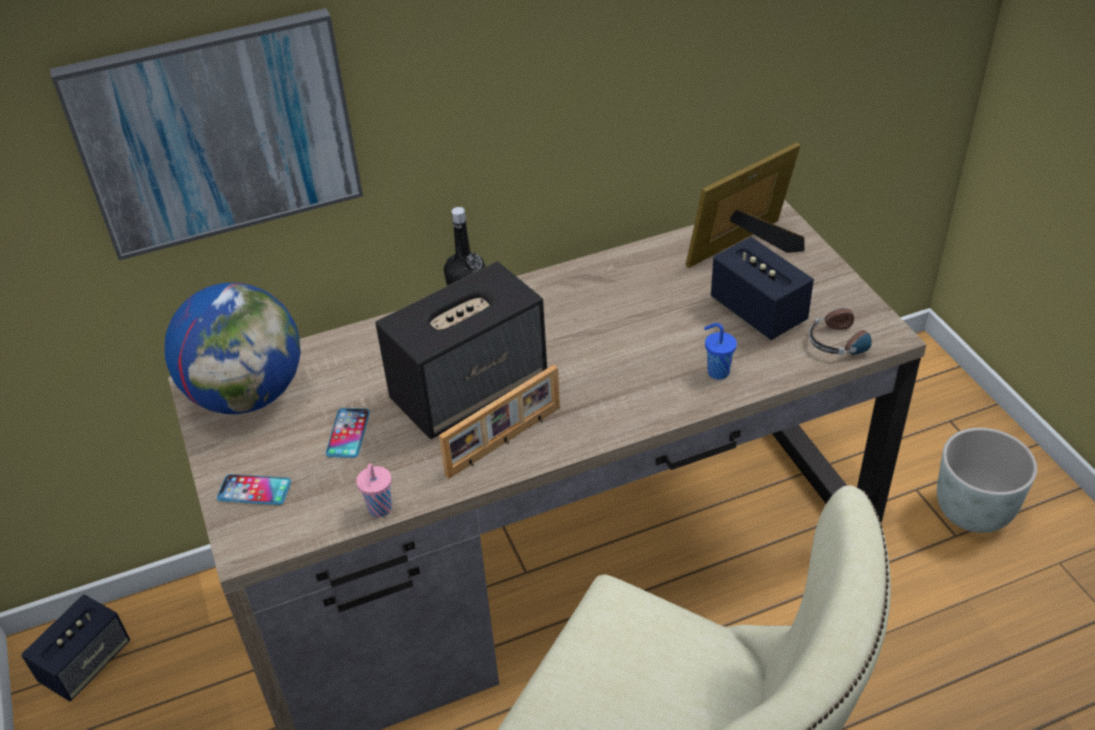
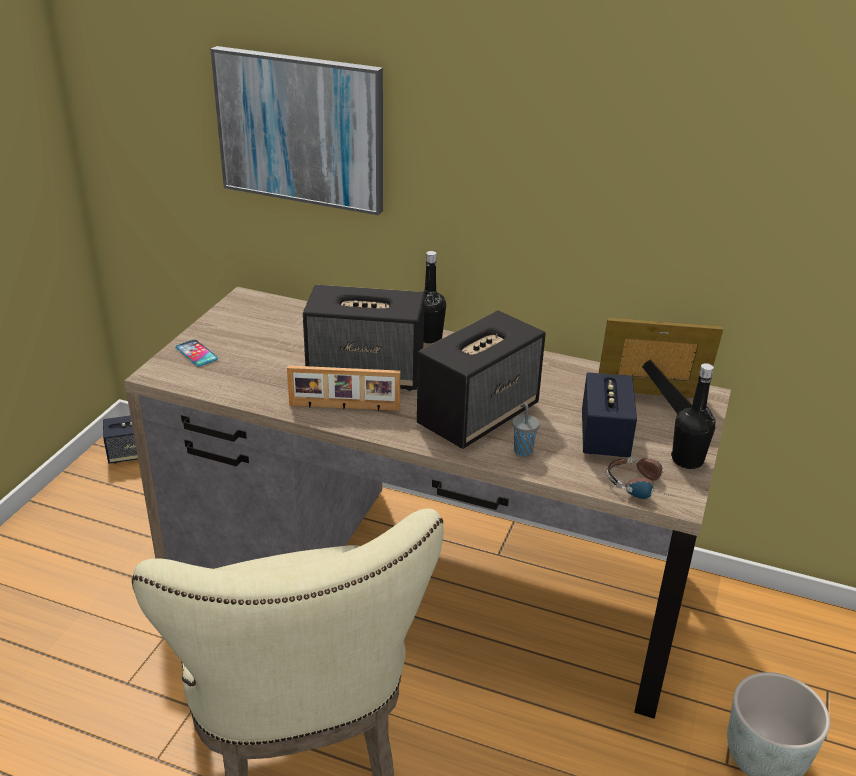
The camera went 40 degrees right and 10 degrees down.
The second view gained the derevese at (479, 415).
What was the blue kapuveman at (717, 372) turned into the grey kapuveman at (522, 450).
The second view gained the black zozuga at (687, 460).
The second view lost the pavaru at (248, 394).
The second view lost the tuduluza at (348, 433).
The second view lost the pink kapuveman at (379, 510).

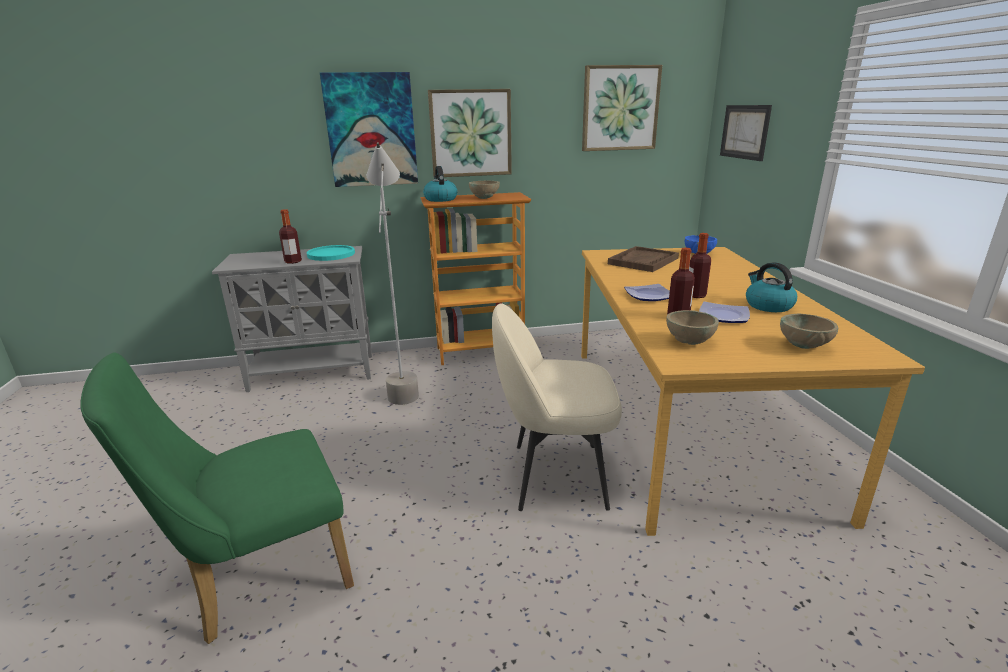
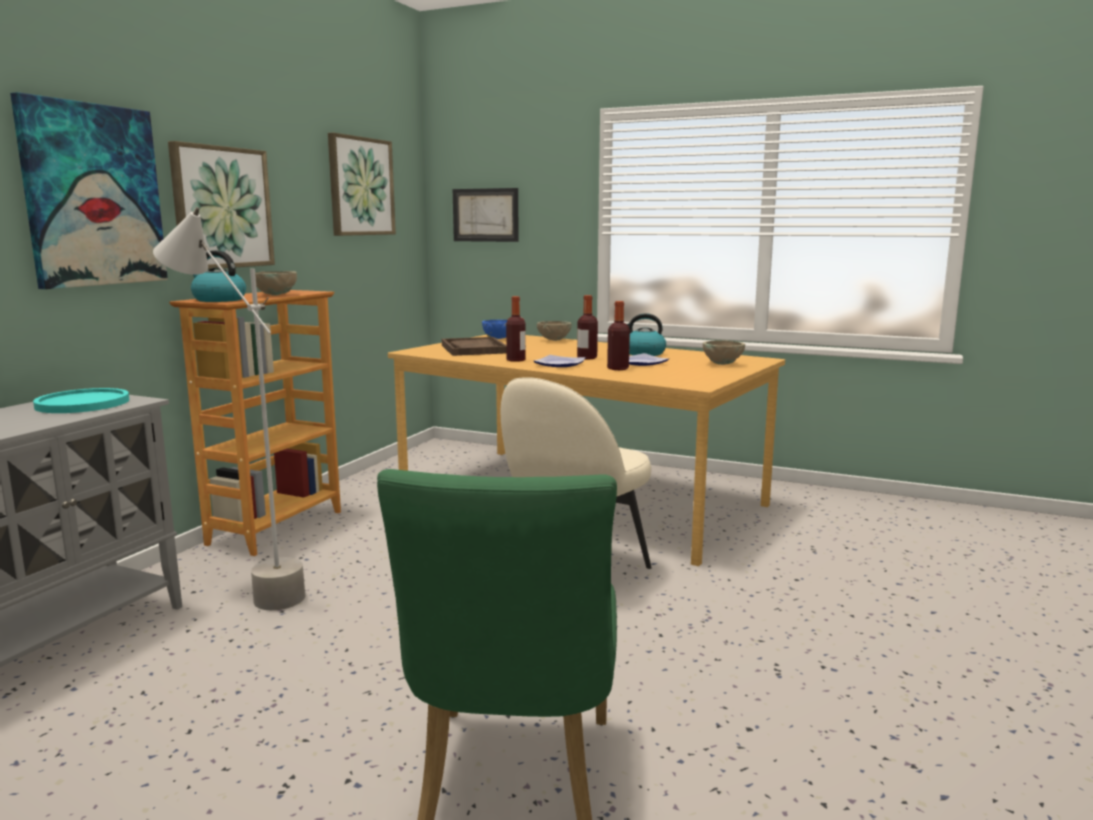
The camera went 55 degrees left and 10 degrees down.
The zozuga ended up elsewhere, having gone from (293, 261) to (516, 360).
The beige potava ended up elsewhere, having gone from (689, 342) to (554, 340).

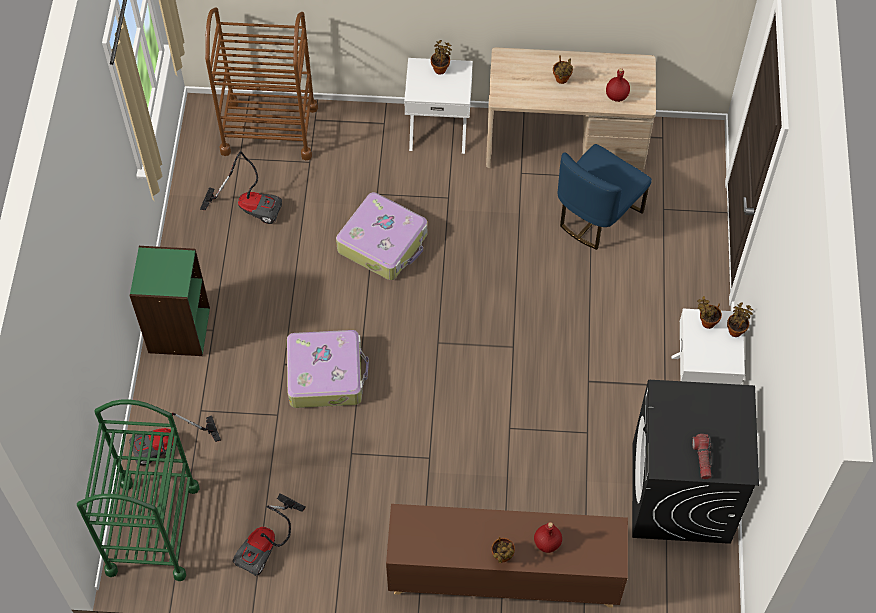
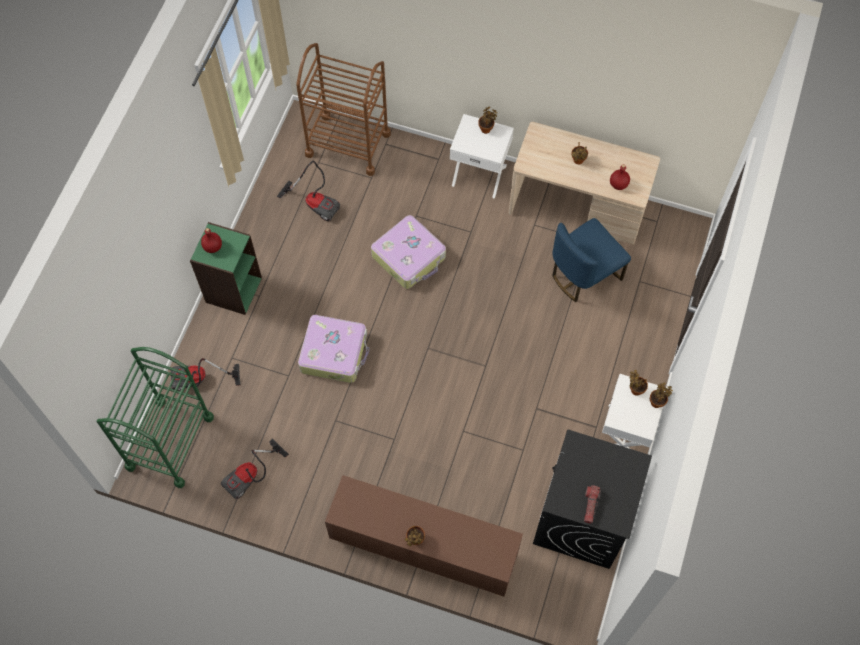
The camera went 15 degrees right and 5 degrees up.
The red zozuga ended up elsewhere, having gone from (547, 543) to (213, 247).

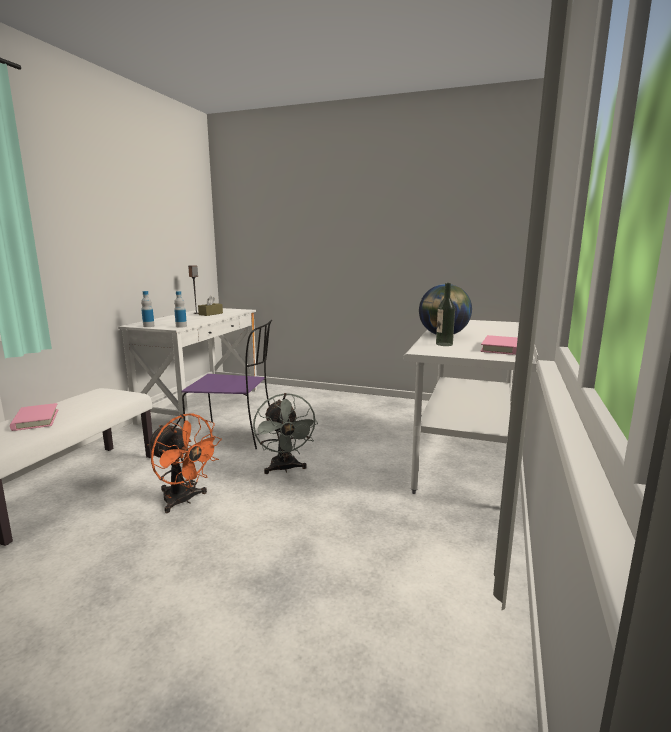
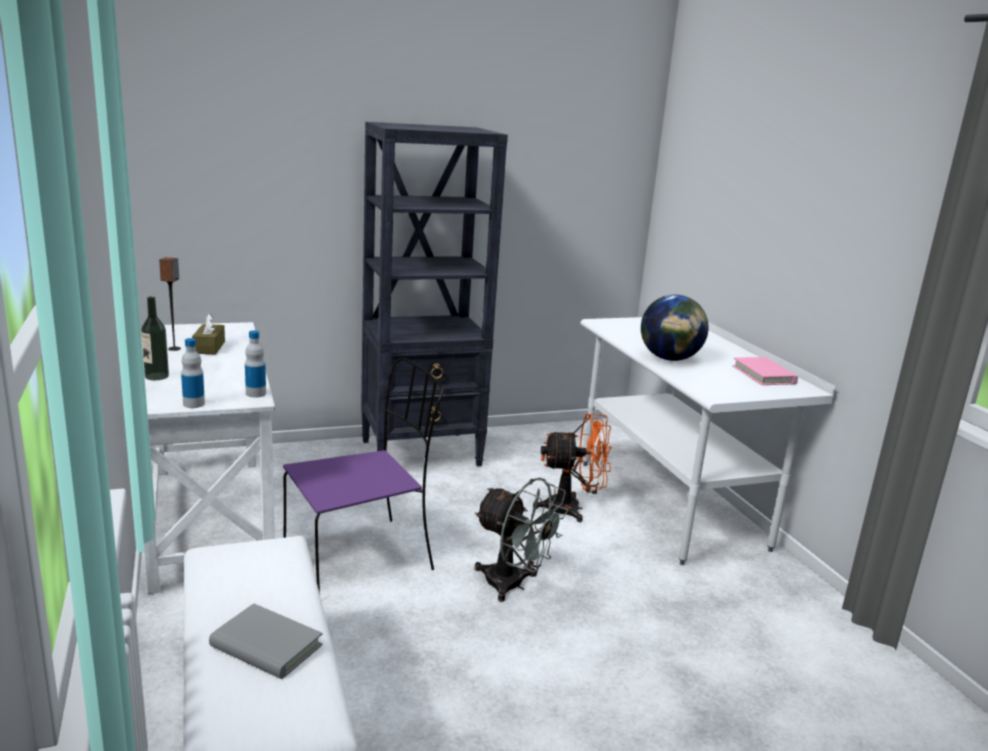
The camera went 40 degrees left and 5 degrees up.
The zozuga ended up elsewhere, having gone from (444, 344) to (156, 376).
What was the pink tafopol at (35, 420) turned into the grey tafopol at (266, 646).
The second view gained the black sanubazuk at (422, 453).
The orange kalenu ended up elsewhere, having gone from (184, 500) to (572, 508).

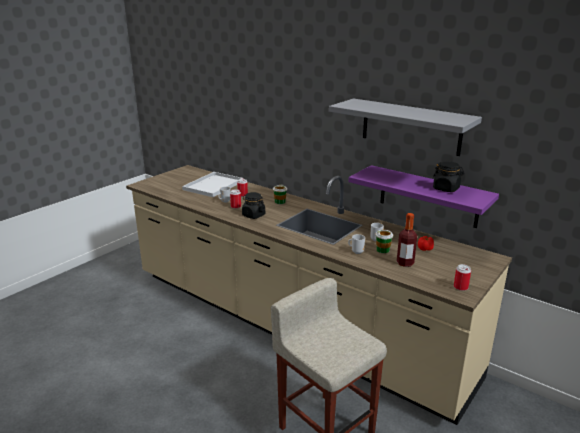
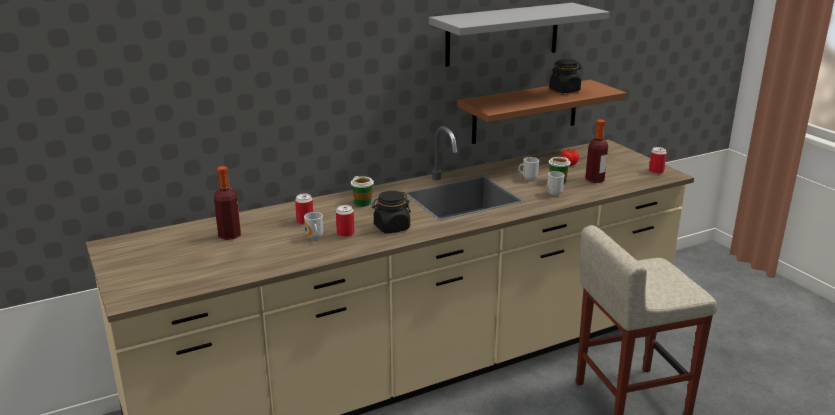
The camera went 65 degrees left and 0 degrees up.
Where the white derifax stood at (213, 185), the zozuga came to stand at (229, 235).
What was the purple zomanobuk at (428, 196) turned into the brown zomanobuk at (525, 111).

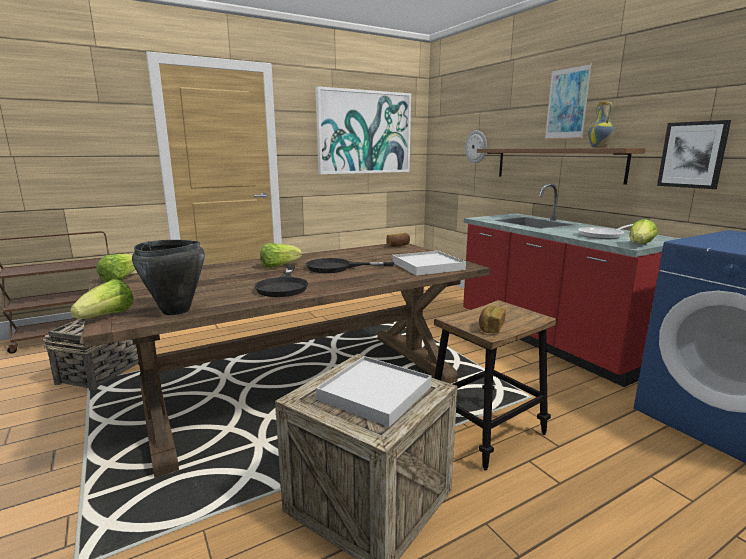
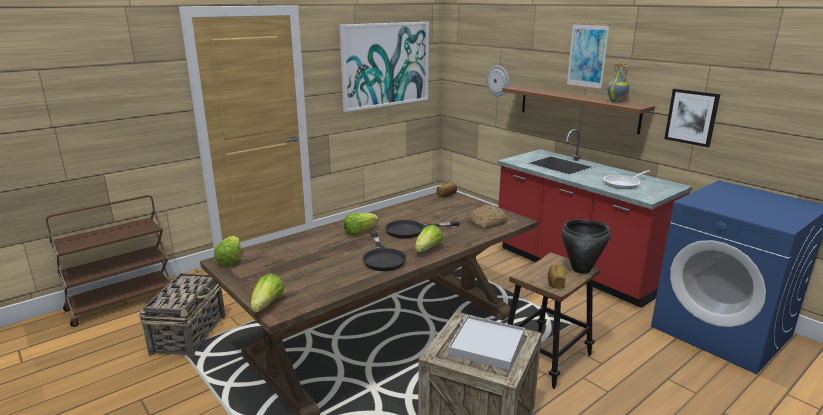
The camera went 10 degrees left and 5 degrees up.
The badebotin ended up elsewhere, having gone from (639, 245) to (428, 249).
Where the white derifax stood at (427, 266), the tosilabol came to stand at (487, 223).
The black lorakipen ended up elsewhere, having gone from (176, 311) to (581, 269).

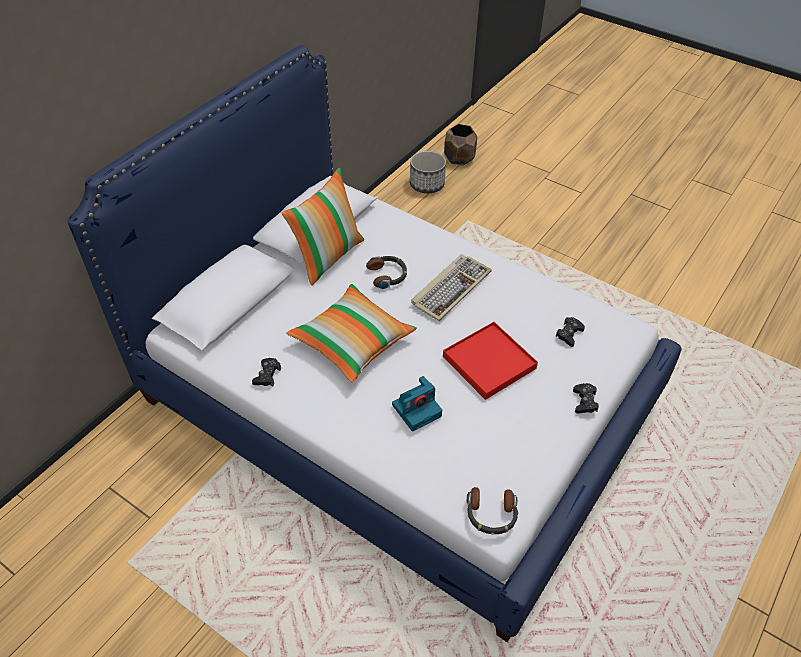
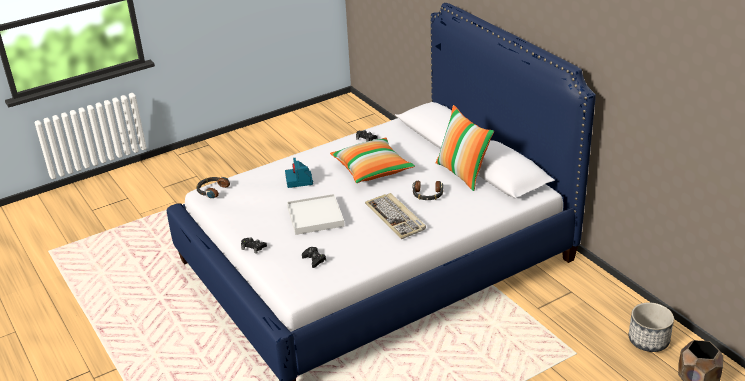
The camera went 115 degrees right and 15 degrees down.
What was the red derifax at (489, 362) turned into the white derifax at (315, 217).

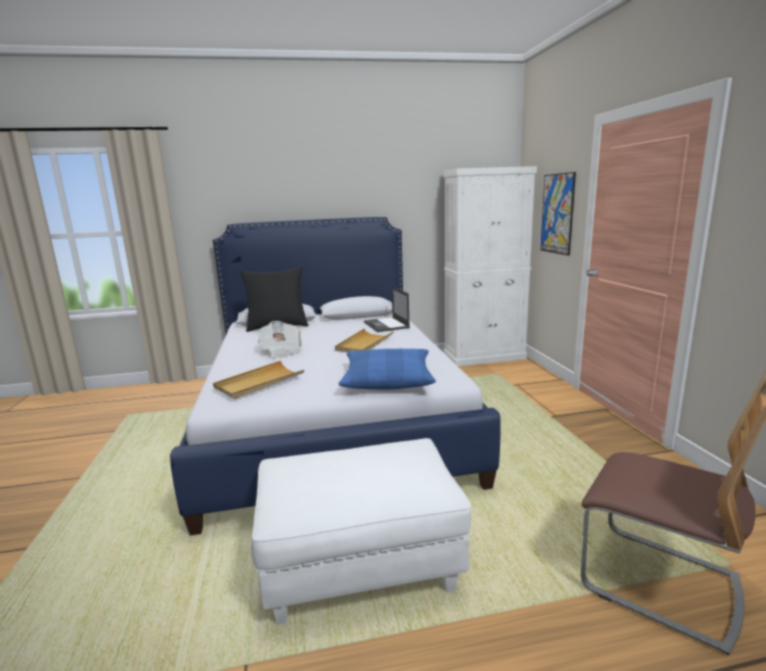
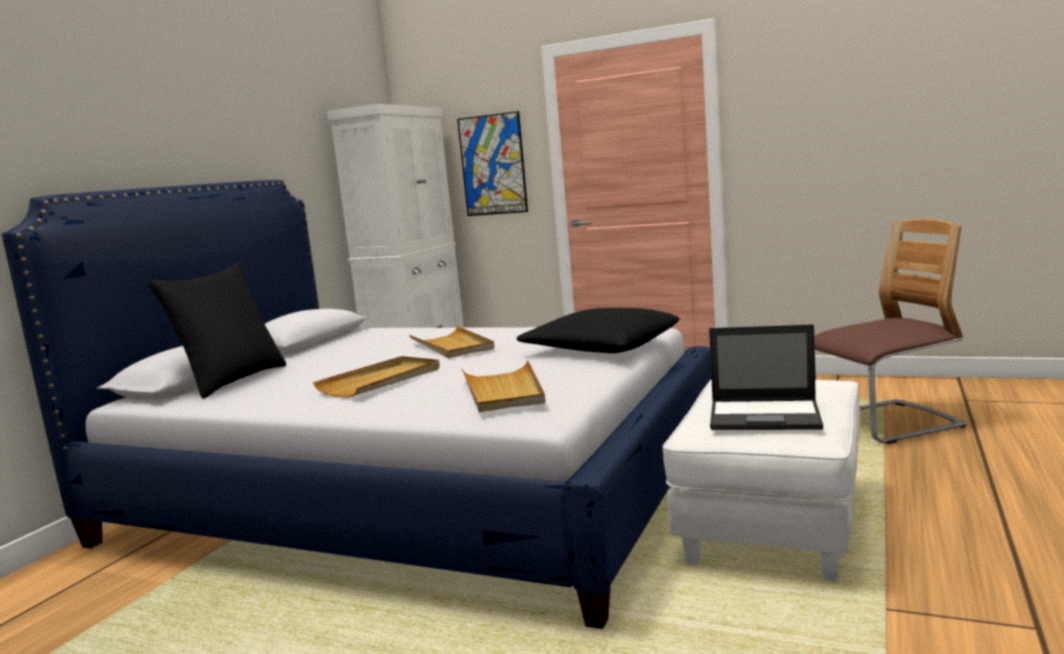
The camera went 55 degrees left and 5 degrees down.
Where the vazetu stood at (281, 351), the beige derifax came to stand at (381, 380).
What was the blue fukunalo at (387, 379) turned into the black fukunalo at (600, 347).
The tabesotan ended up elsewhere, having gone from (386, 325) to (766, 416).

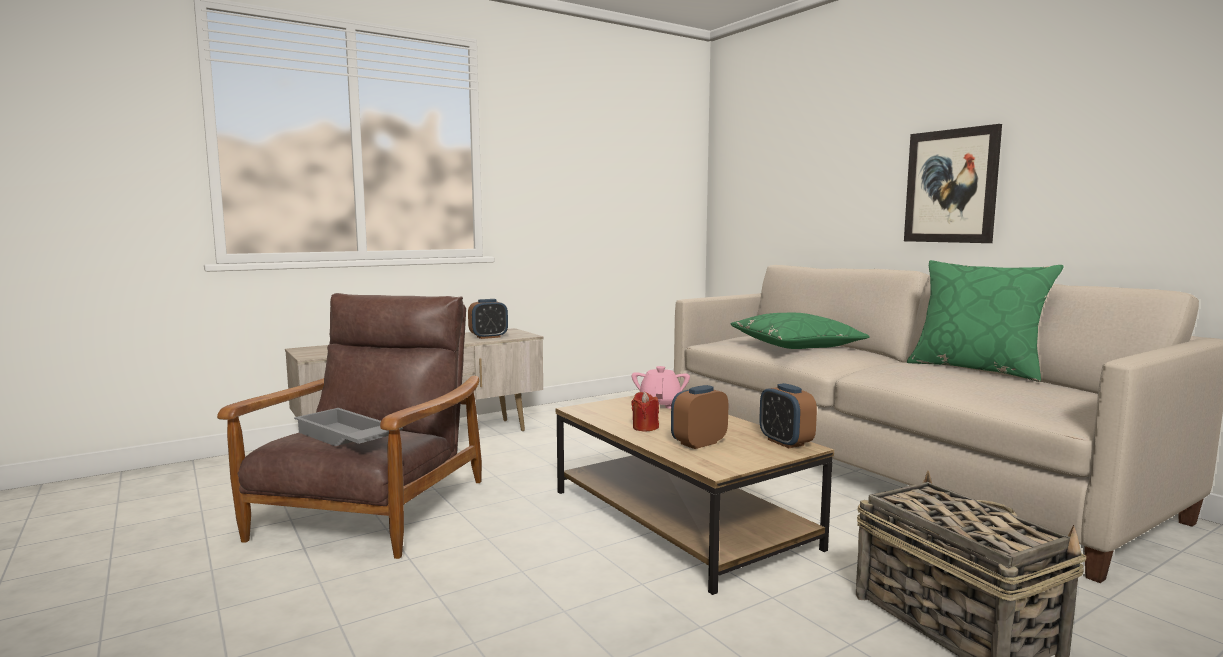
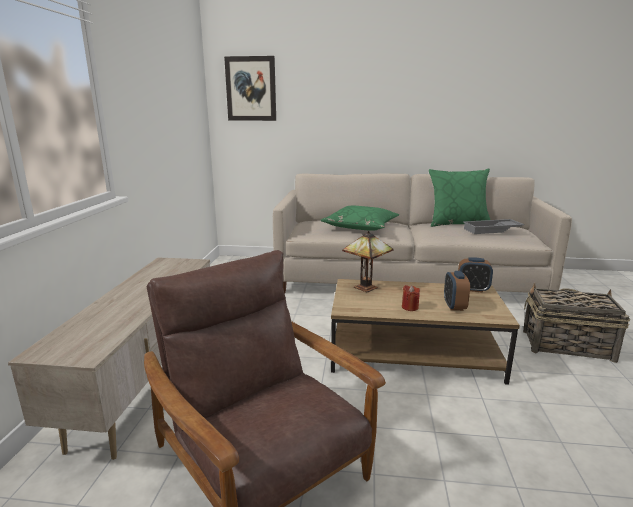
The camera went 50 degrees left and 10 degrees up.
The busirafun ended up elsewhere, having gone from (951, 186) to (251, 89).
Where the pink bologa stood at (660, 404), the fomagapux came to stand at (367, 288).
The grey derifax ended up elsewhere, having gone from (345, 438) to (492, 230).
The second view lost the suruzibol at (488, 337).

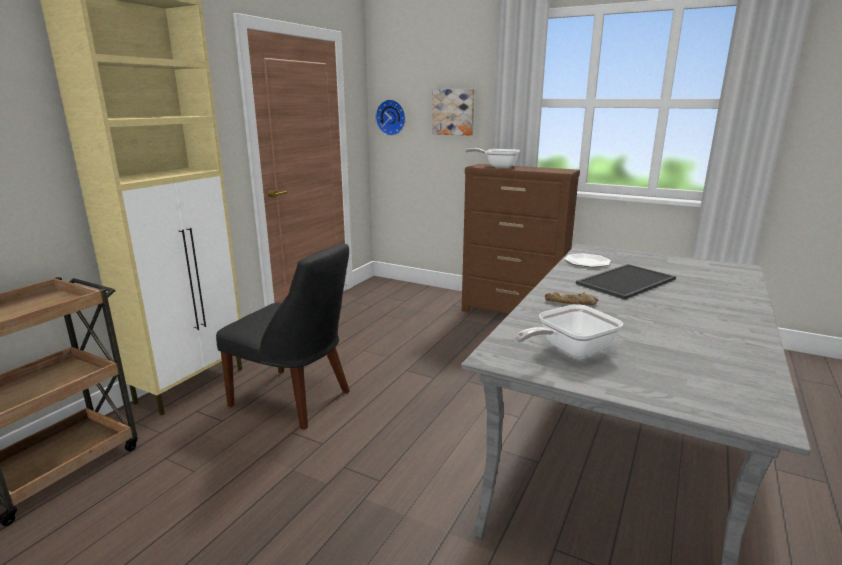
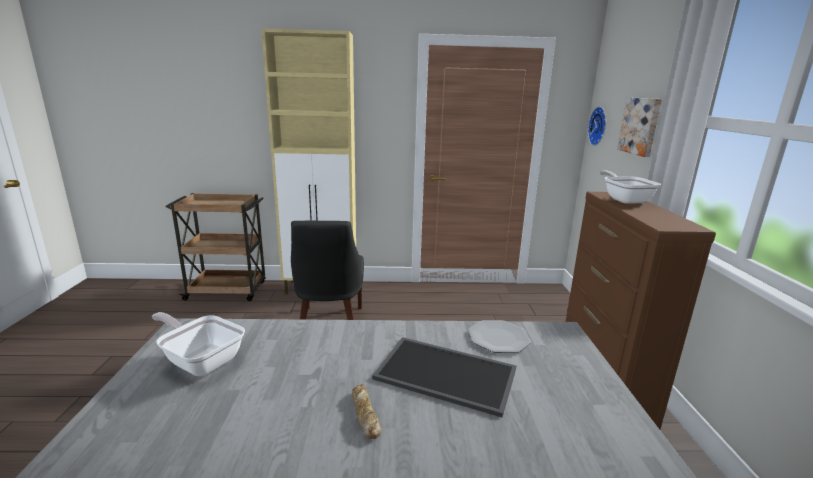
The camera went 60 degrees right and 0 degrees up.
The tosilabol ended up elsewhere, having gone from (571, 302) to (364, 414).

